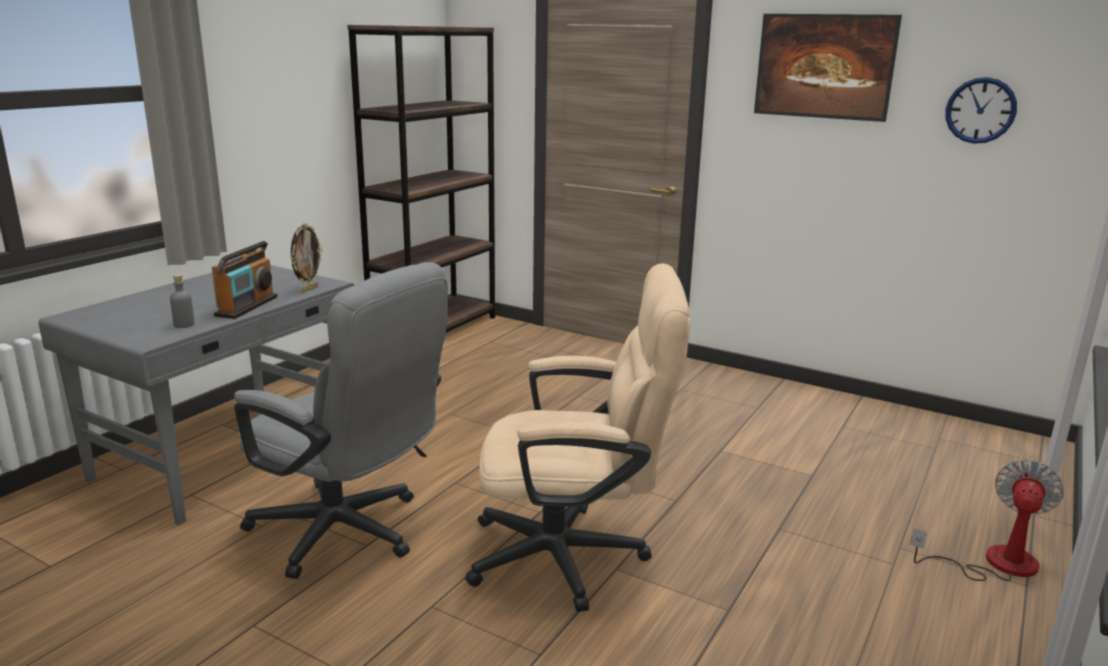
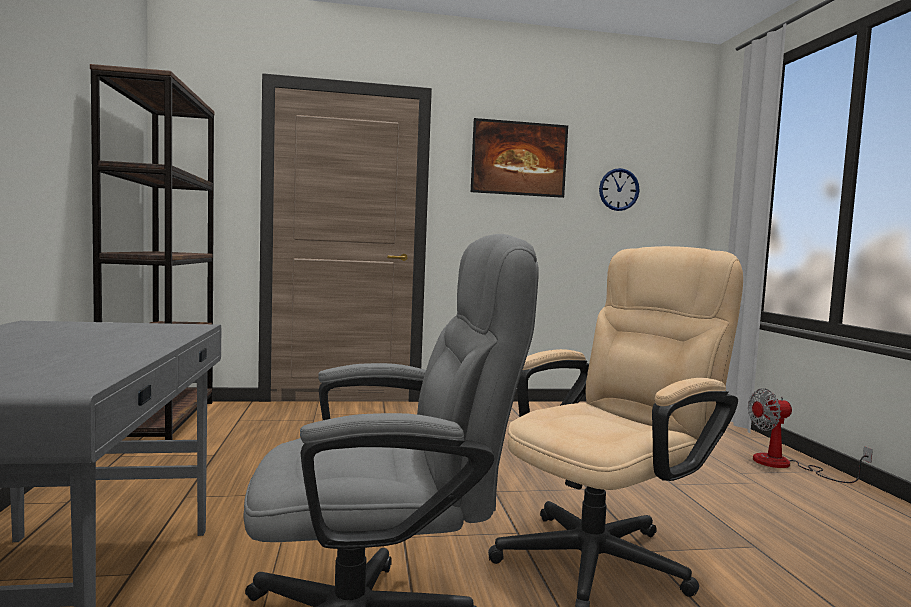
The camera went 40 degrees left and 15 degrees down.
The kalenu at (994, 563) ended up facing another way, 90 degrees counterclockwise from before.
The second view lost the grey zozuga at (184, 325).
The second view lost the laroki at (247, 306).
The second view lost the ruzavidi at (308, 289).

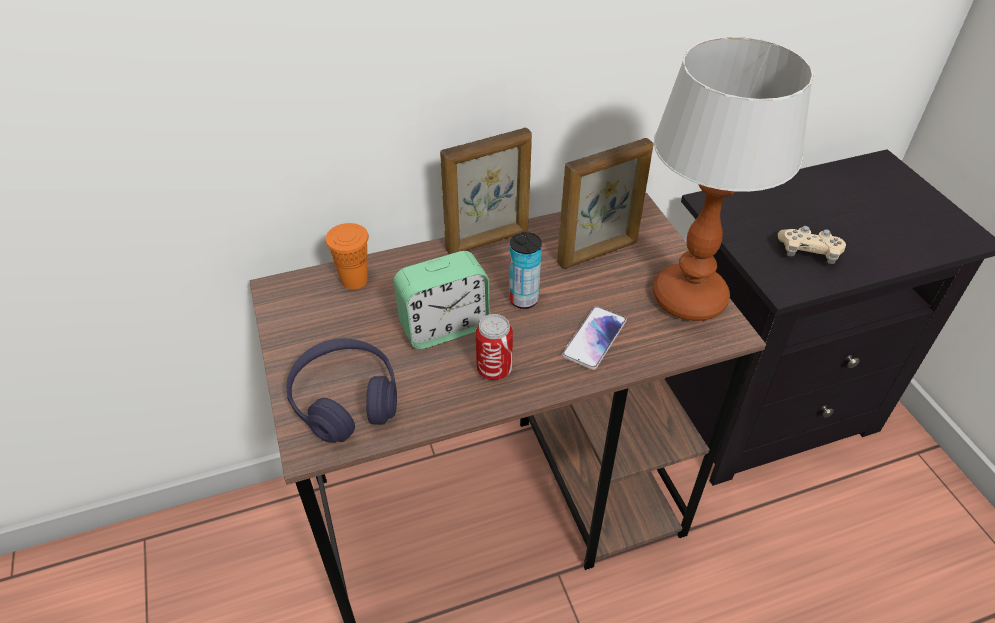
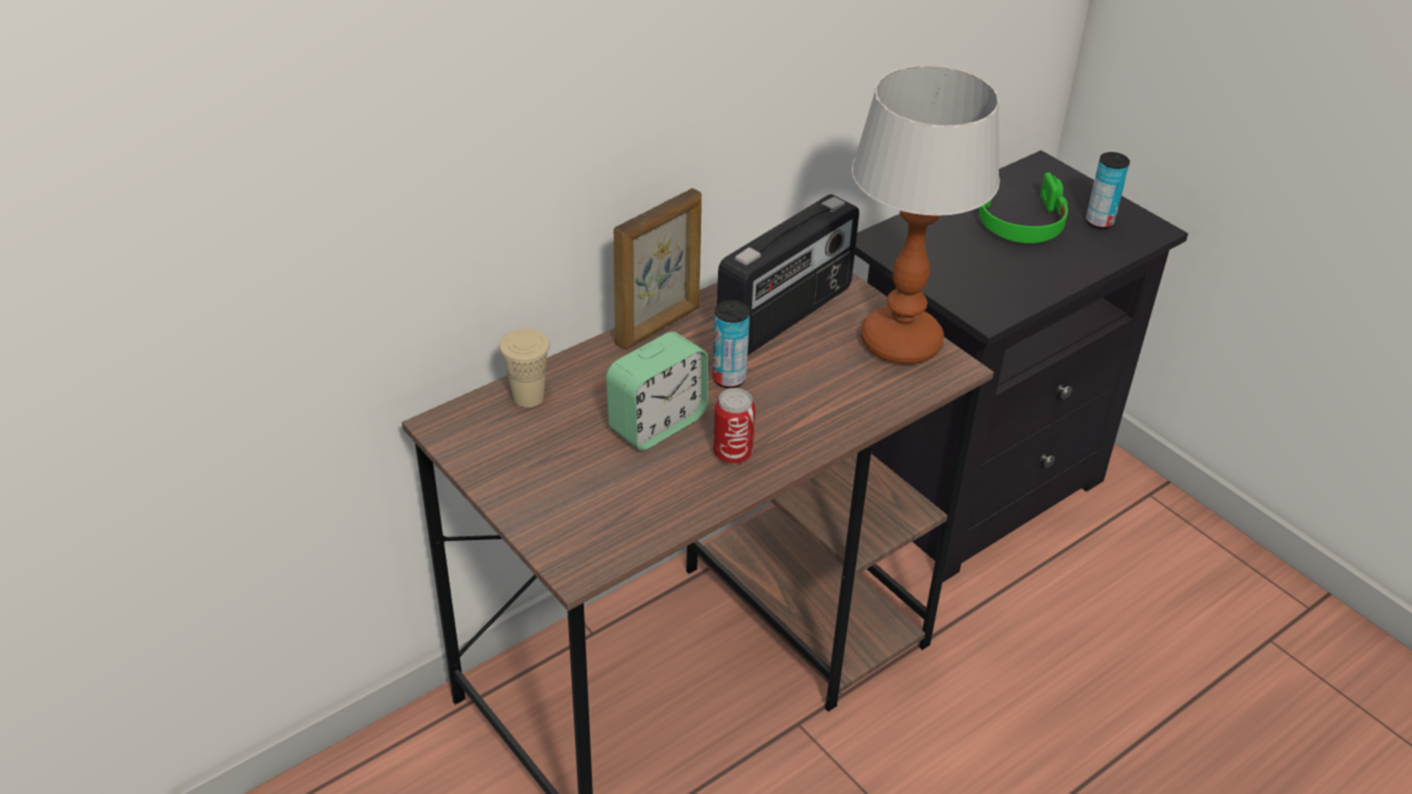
The camera went 20 degrees left and 5 degrees down.
What was the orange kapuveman at (354, 280) turned into the beige kapuveman at (528, 397).
Where the ruzavidi stood at (598, 253), the laroki came to stand at (786, 315).
The second view gained the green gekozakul at (1019, 220).
The second view gained the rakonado at (1099, 222).
The second view lost the purple gekozakul at (345, 400).
The second view lost the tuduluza at (594, 338).
The second view lost the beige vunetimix at (808, 252).

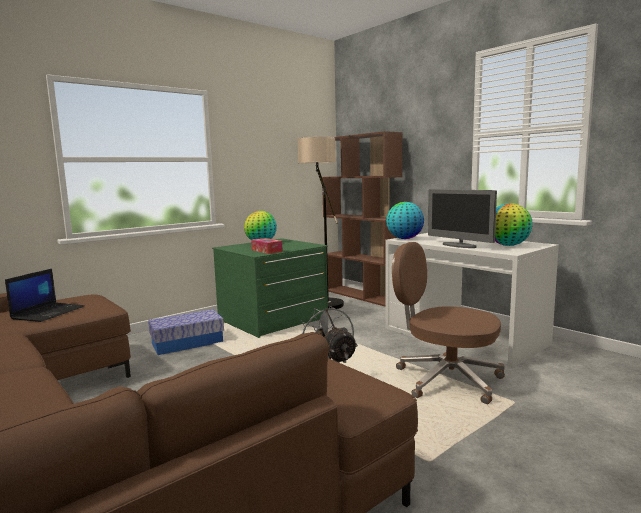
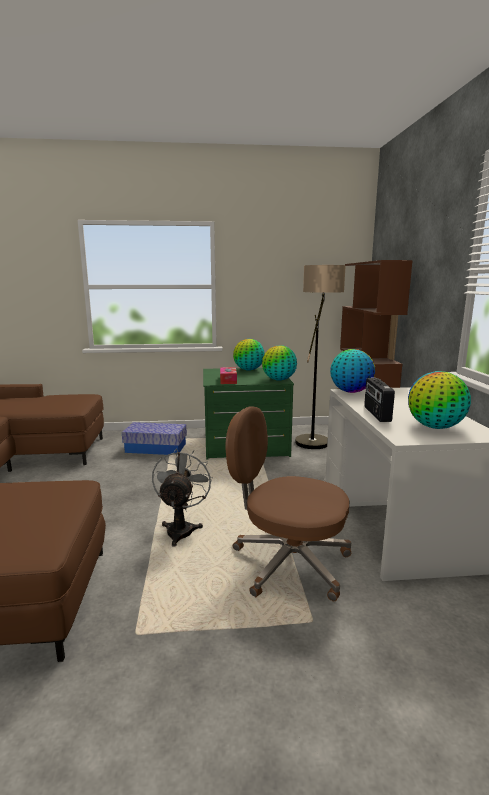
The camera went 35 degrees right and 5 degrees up.
The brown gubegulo at (446, 379) ended up facing another way, 45 degrees counterclockwise from before.
The second view gained the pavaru at (279, 380).
Where the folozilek stood at (459, 245), the laroki came to stand at (376, 414).
The second view lost the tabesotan at (48, 312).

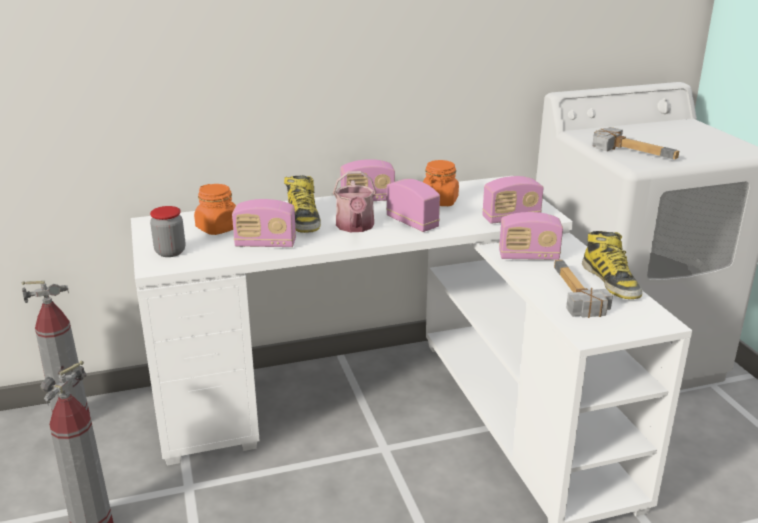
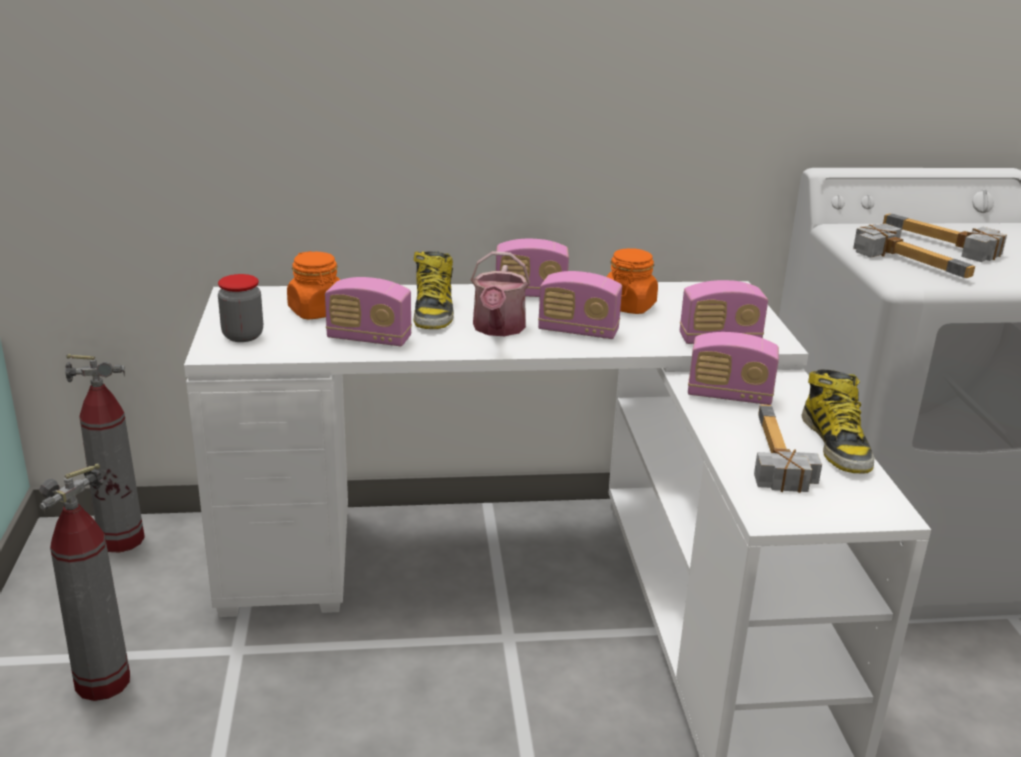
The camera went 10 degrees right and 0 degrees up.
The laroki at (412, 223) ended up facing another way, 135 degrees clockwise from before.
The second view gained the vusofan at (940, 245).

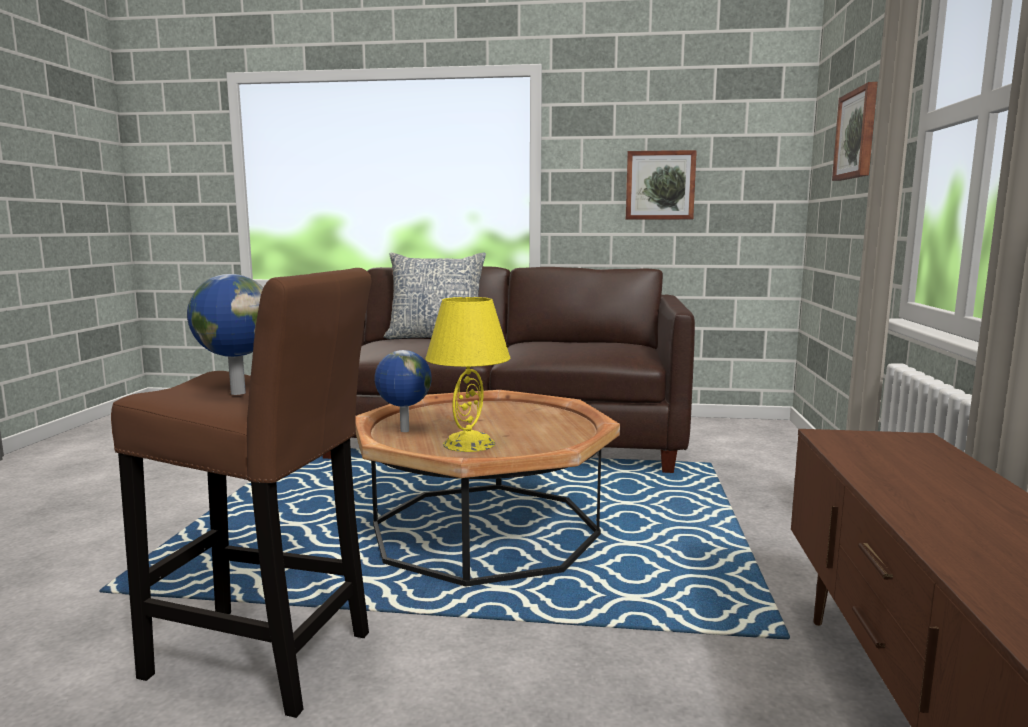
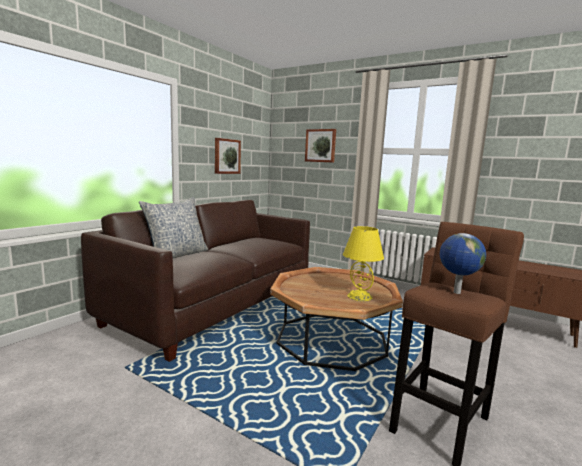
The camera went 65 degrees left and 0 degrees up.
The second view lost the pavaru at (404, 431).

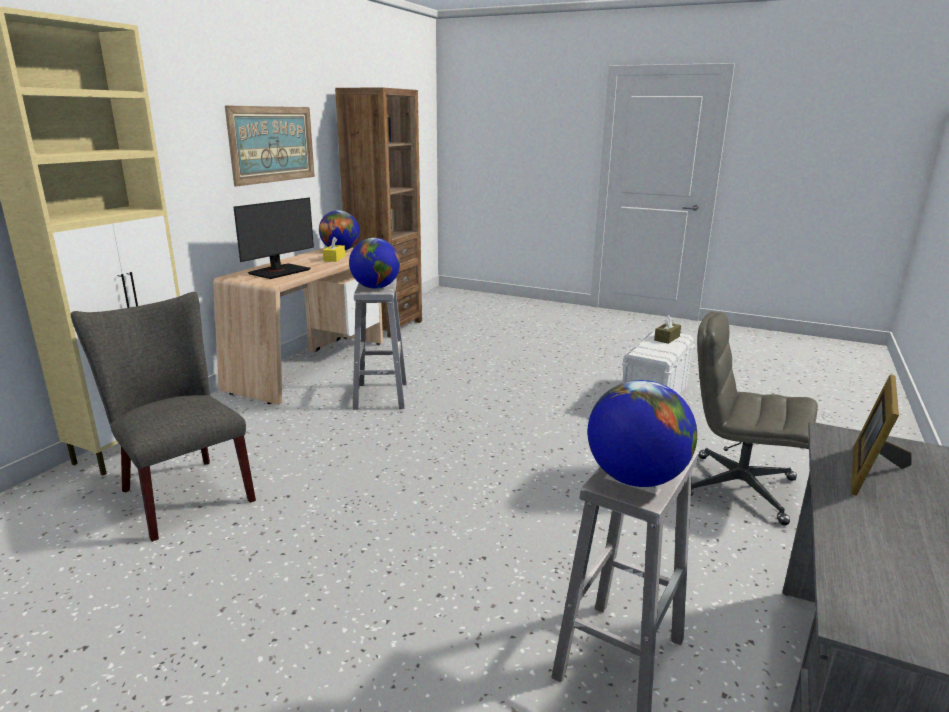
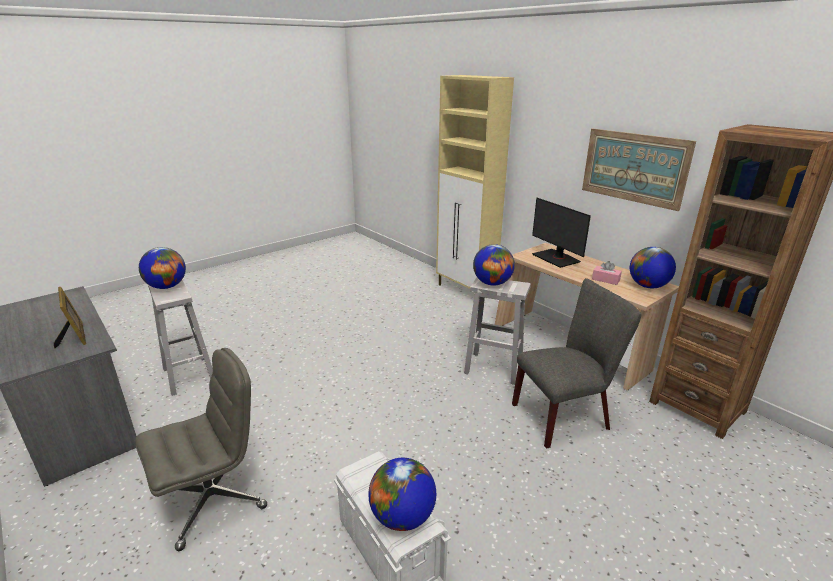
The camera went 115 degrees right and 5 degrees up.
Where the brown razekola stood at (667, 338), the pavaru came to stand at (402, 517).
The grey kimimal ended up elsewhere, having gone from (182, 492) to (566, 415).
What was the yellow razekola at (334, 258) turned into the pink razekola at (605, 280).

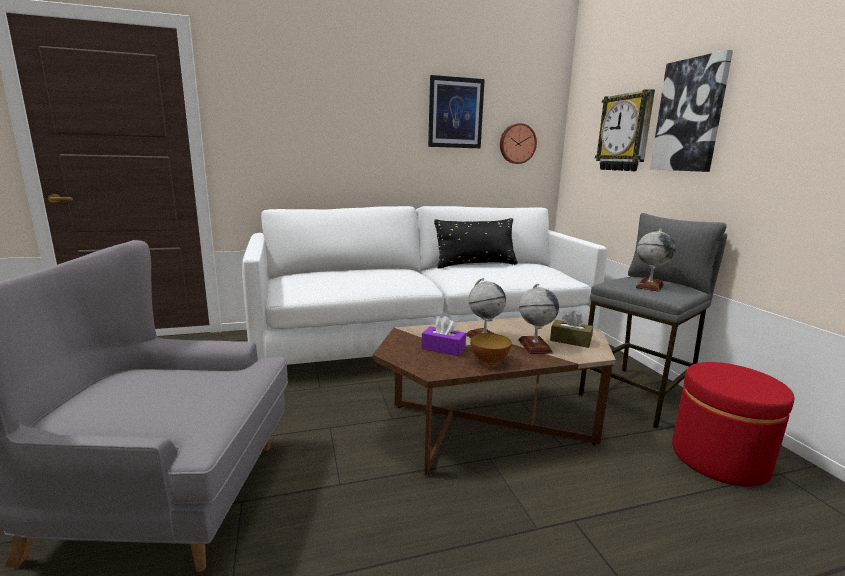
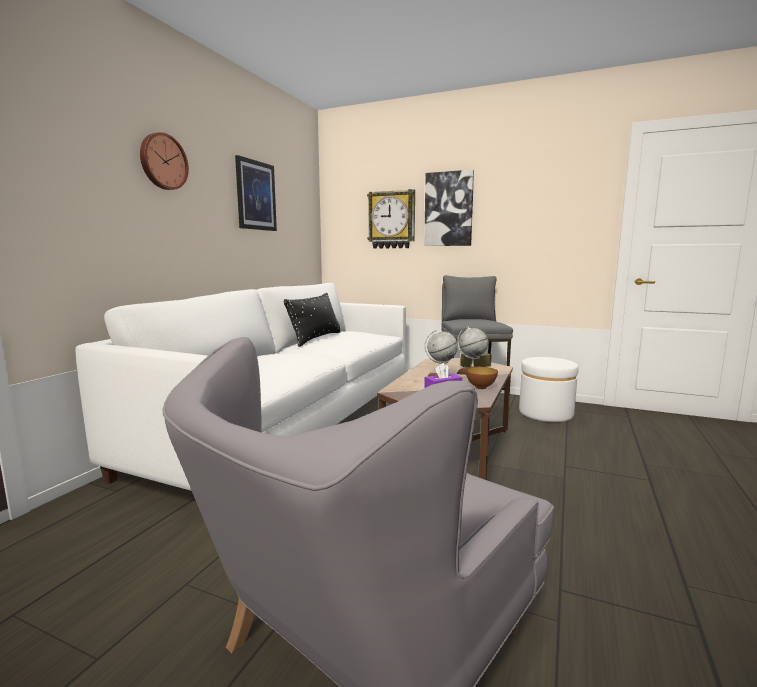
The camera went 50 degrees left and 5 degrees down.
The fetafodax ended up elsewhere, having gone from (517, 143) to (163, 162).
What was the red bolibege at (719, 458) turned into the white bolibege at (545, 413).
The second view lost the pavaru at (649, 286).

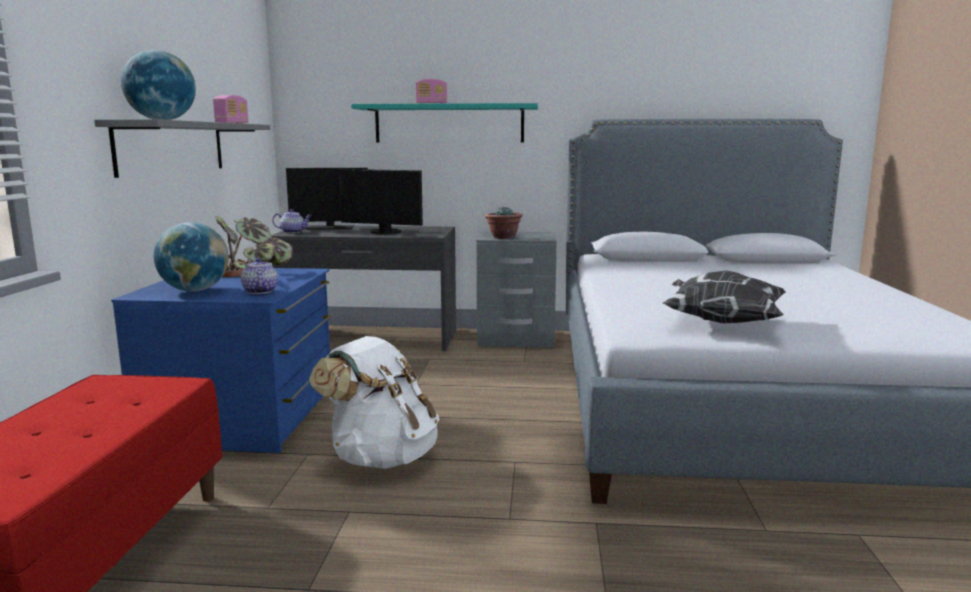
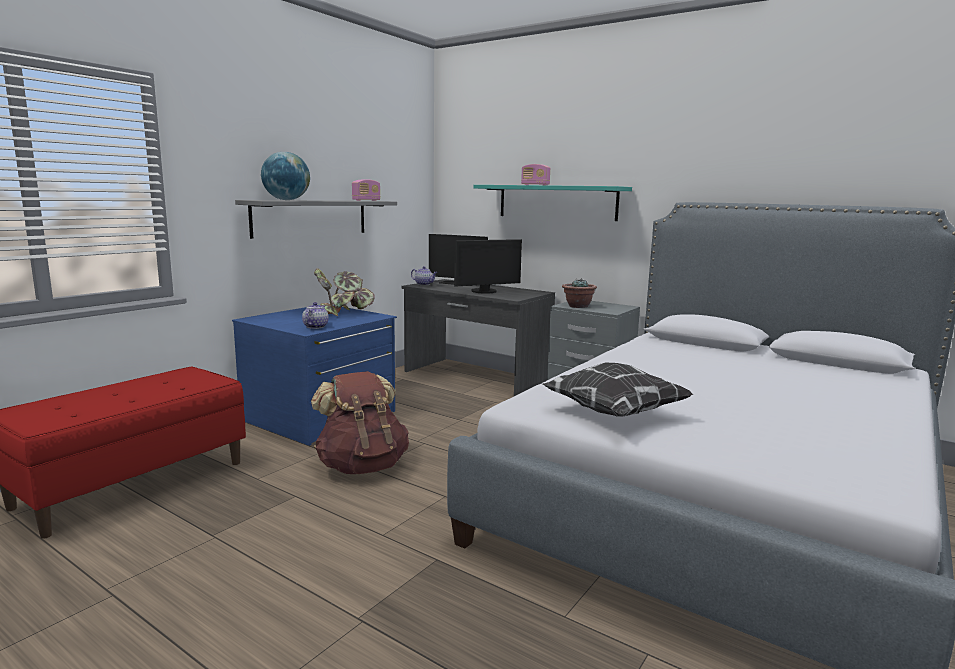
The camera went 30 degrees right and 0 degrees up.
What was the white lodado at (381, 457) turned into the brown lodado at (362, 466).
The folozilek at (384, 232) ended up facing another way, 75 degrees counterclockwise from before.
The second view lost the pavaru at (195, 290).

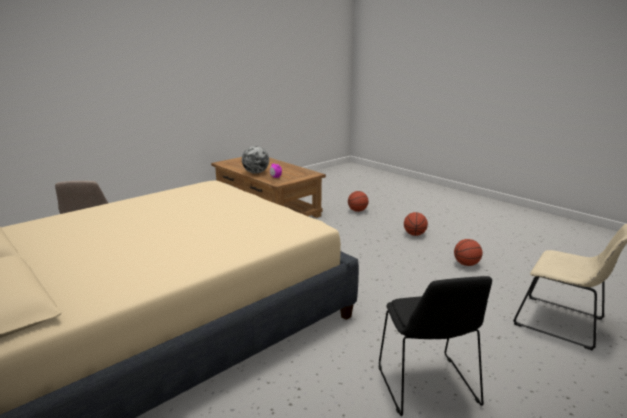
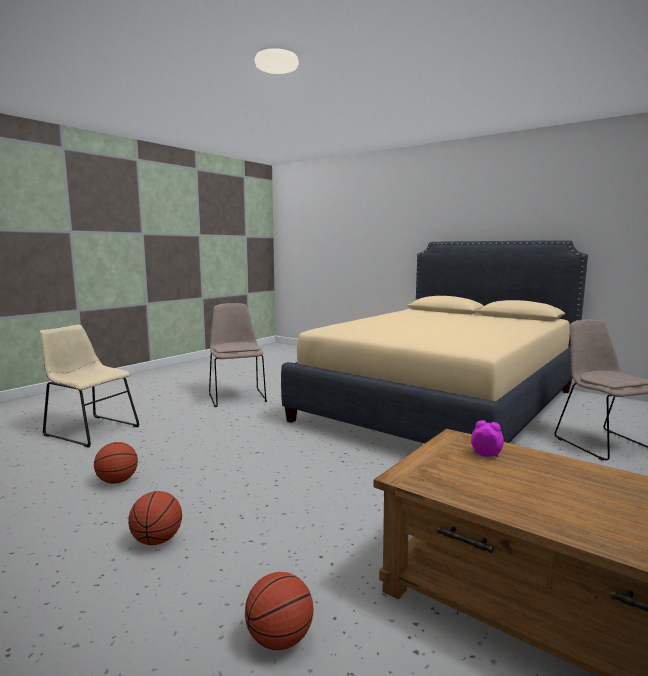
The camera went 170 degrees right and 10 degrees down.
What was the black kimimal at (428, 387) turned into the beige kimimal at (237, 397).
The second view lost the pavaru at (256, 173).

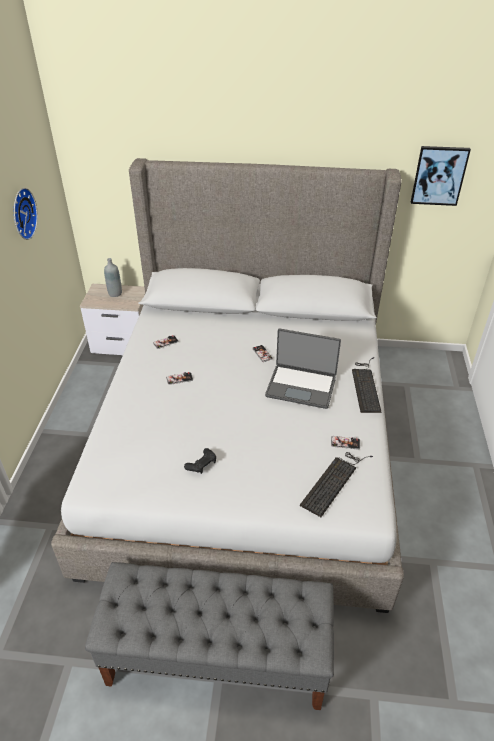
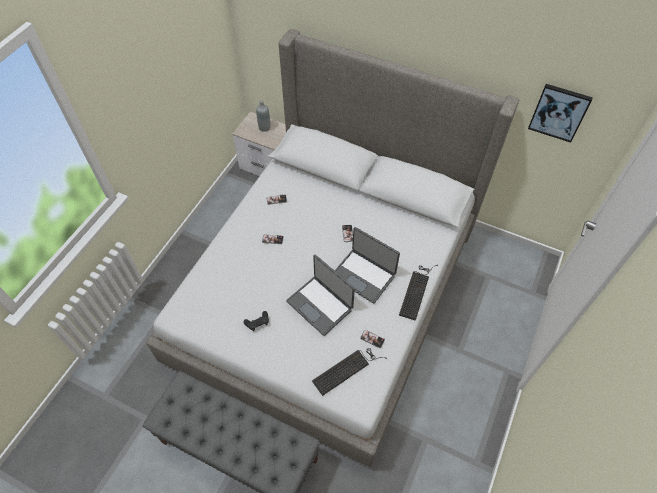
The camera went 20 degrees right and 15 degrees up.
The second view gained the tabesotan at (320, 305).
The second view lost the fetafodax at (21, 213).

